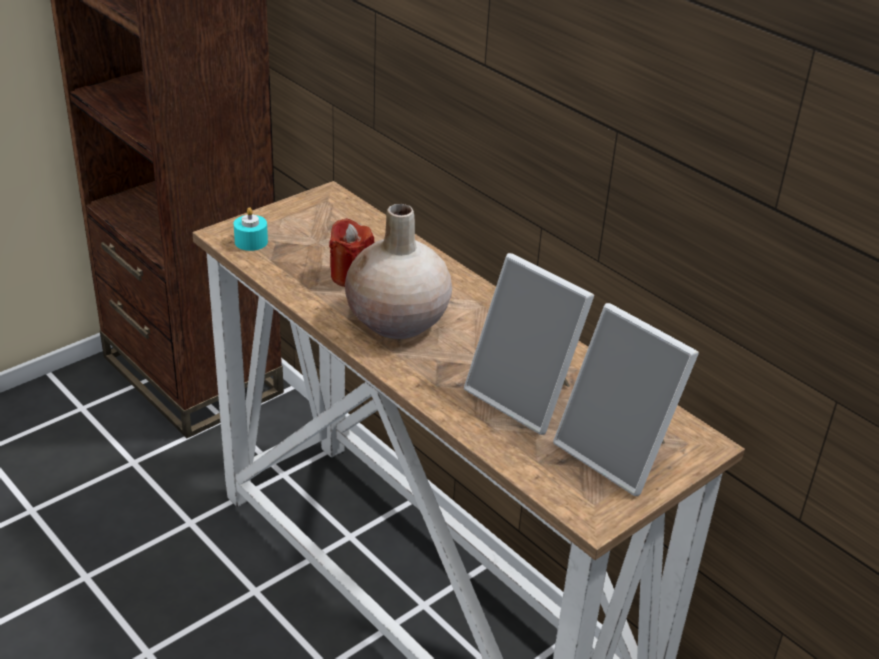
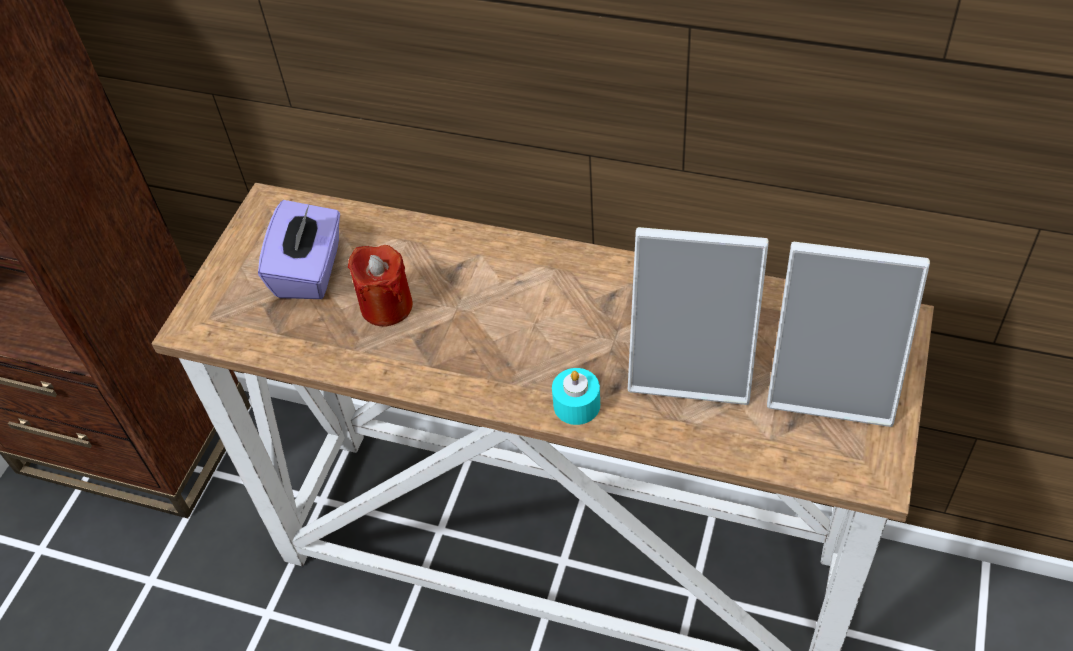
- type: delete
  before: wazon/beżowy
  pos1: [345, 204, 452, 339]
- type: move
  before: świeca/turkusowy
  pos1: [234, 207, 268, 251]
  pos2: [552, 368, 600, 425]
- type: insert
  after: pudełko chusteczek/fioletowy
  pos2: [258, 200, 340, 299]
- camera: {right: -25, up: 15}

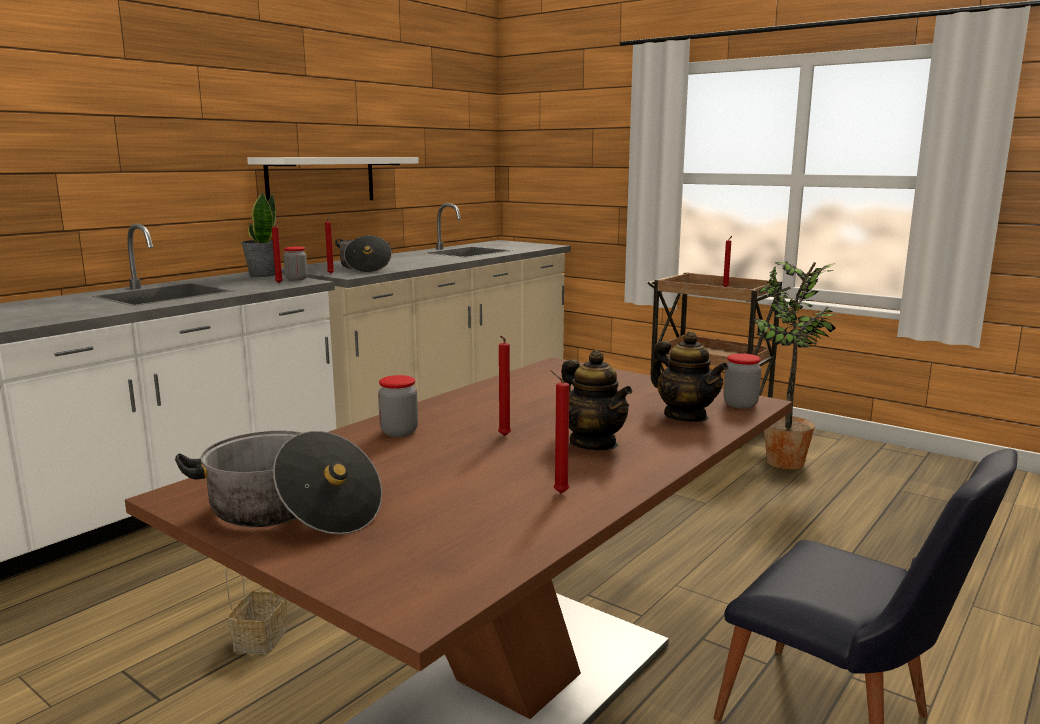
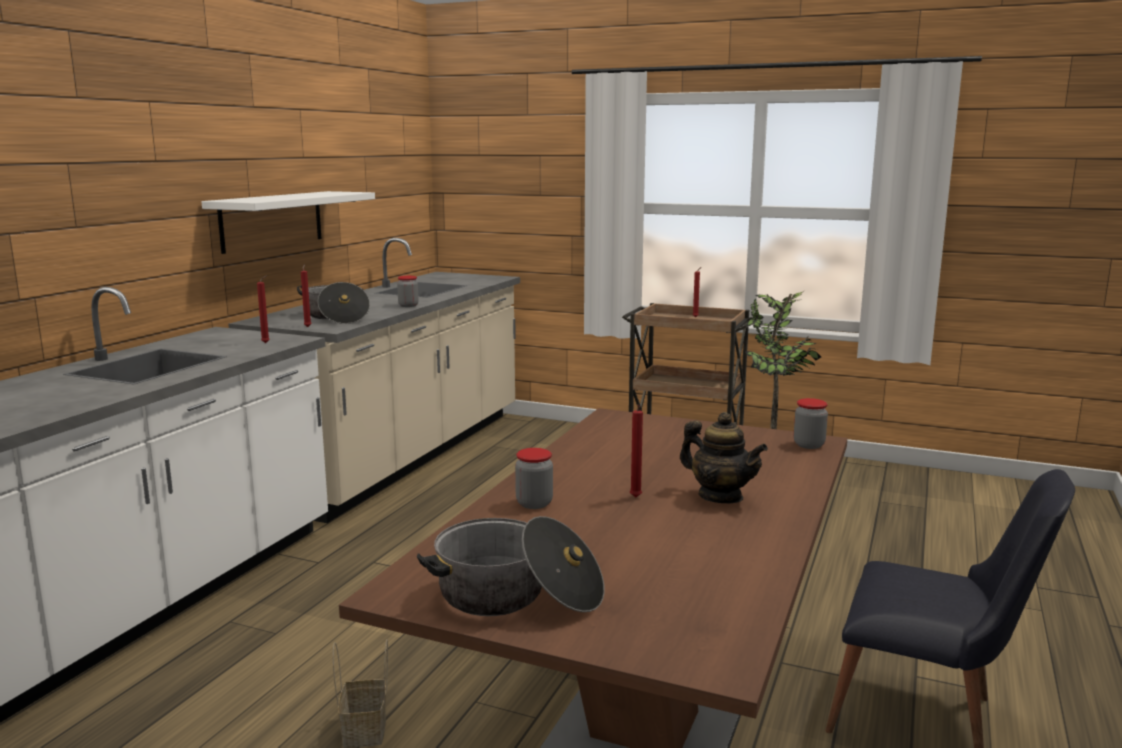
- type: delete
  before: roślina doniczkowa
  pos1: [241, 192, 280, 277]
- type: move
  before: słoik
  pos1: [283, 247, 308, 281]
  pos2: [397, 276, 419, 307]
- type: delete
  before: imbryk
  pos1: [651, 331, 728, 422]
- type: delete
  before: świeca/czerwony
  pos1: [550, 370, 570, 494]
- camera: {right: -15, up: 0}

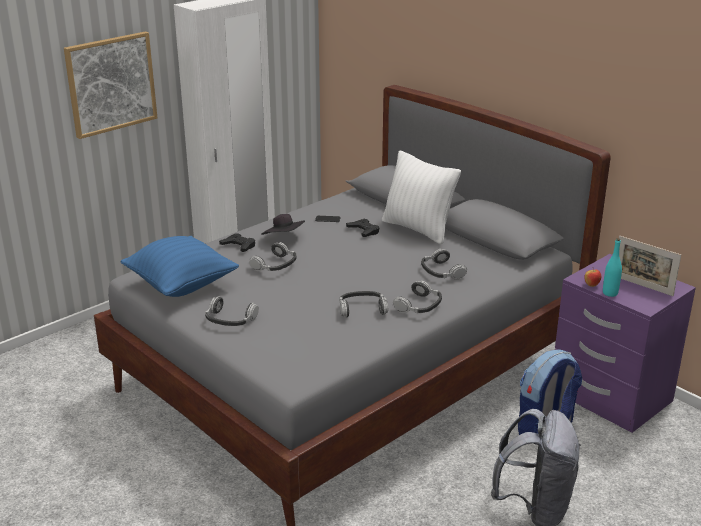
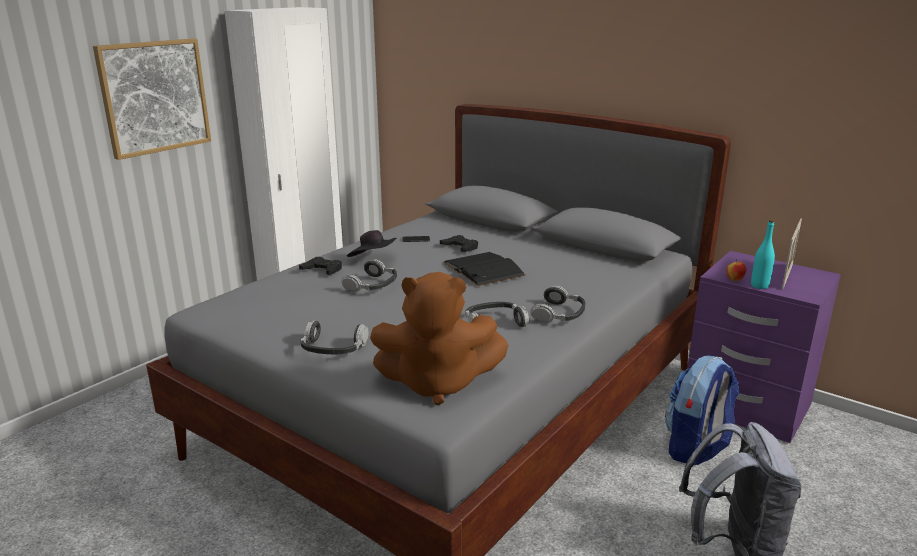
- type: delete
  before: poduszka/biały
  pos1: [382, 150, 461, 244]
- type: delete
  before: poduszka/niebieski
  pos1: [120, 236, 239, 297]
- type: rotate
  before: ramka na zdjęcie
  pos1: [619, 236, 681, 296]
  pos2: [782, 219, 802, 289]
  turn: -90
- type: delete
  before: słuchawki
  pos1: [421, 249, 467, 280]
- type: insert
  after: książka/czarny
  pos2: [443, 252, 526, 286]
- type: insert
  after: pluszak/brązowy
  pos2: [370, 272, 508, 405]
- camera: {right: -10, up: -5}

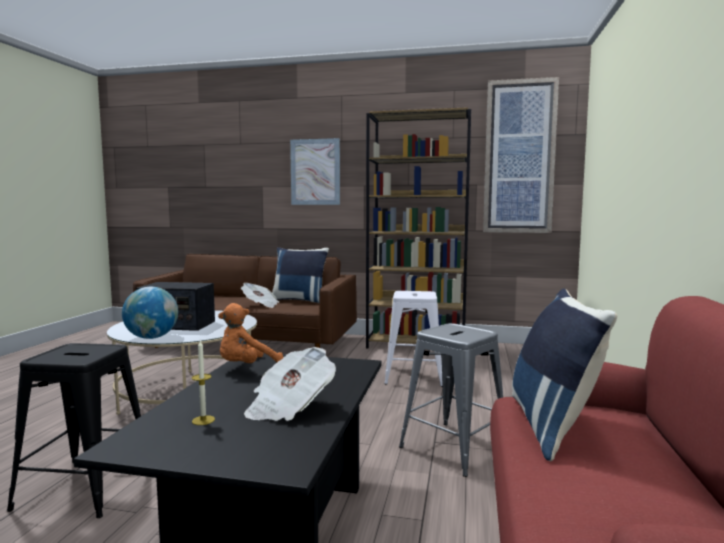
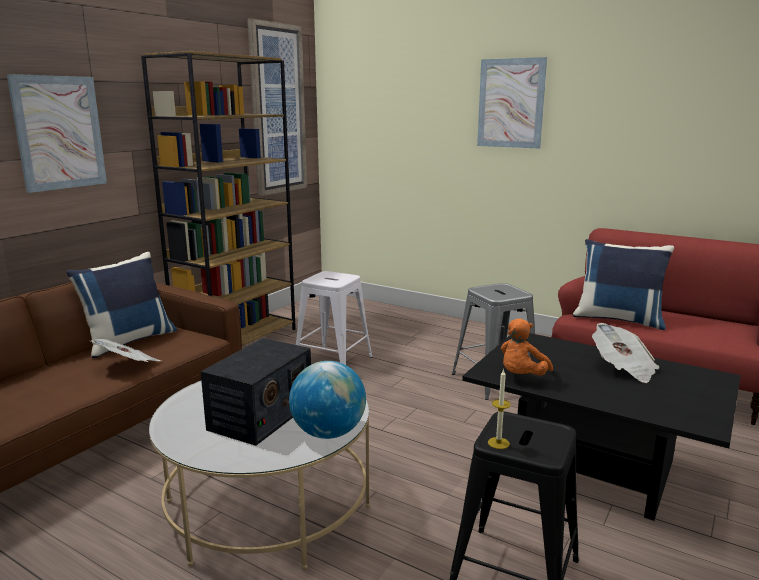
- type: rotate
  before: pluszak/pomarańczowy
  pos1: [218, 303, 283, 363]
  pos2: [501, 319, 553, 376]
  turn: 60
- type: move
  before: świeca
  pos1: [192, 341, 215, 425]
  pos2: [488, 369, 511, 449]
- type: insert
  after: obraz
  pos2: [477, 57, 547, 149]
- camera: {right: -70, up: 10}

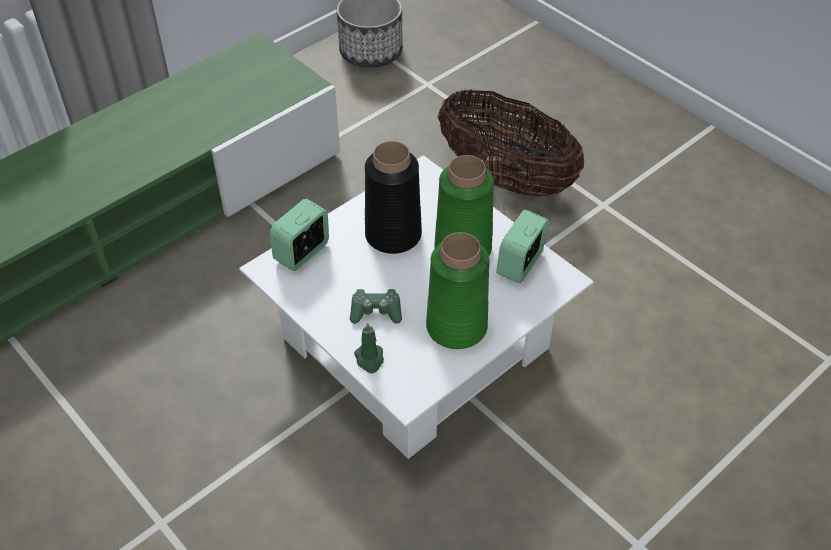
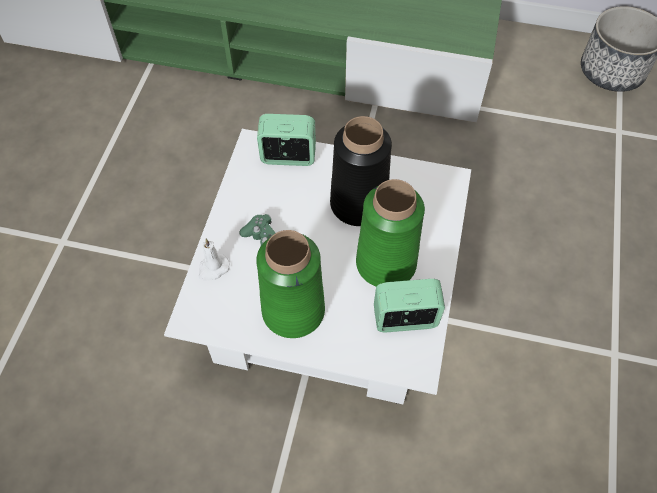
- type: delete
  before: koszyk
  pos1: [438, 89, 584, 197]
- type: recolor
  before: świeca/zielony
  after: świeca/biały
  pos1: [354, 322, 384, 373]
  pos2: [199, 239, 230, 281]
- camera: {right: 55, up: 10}

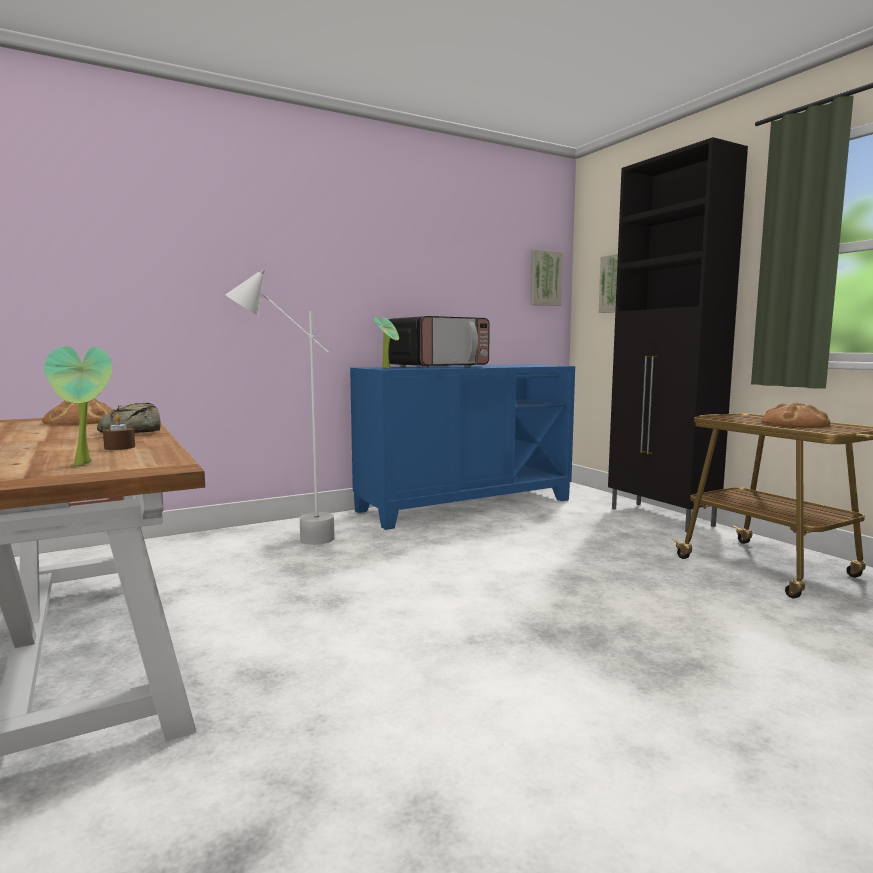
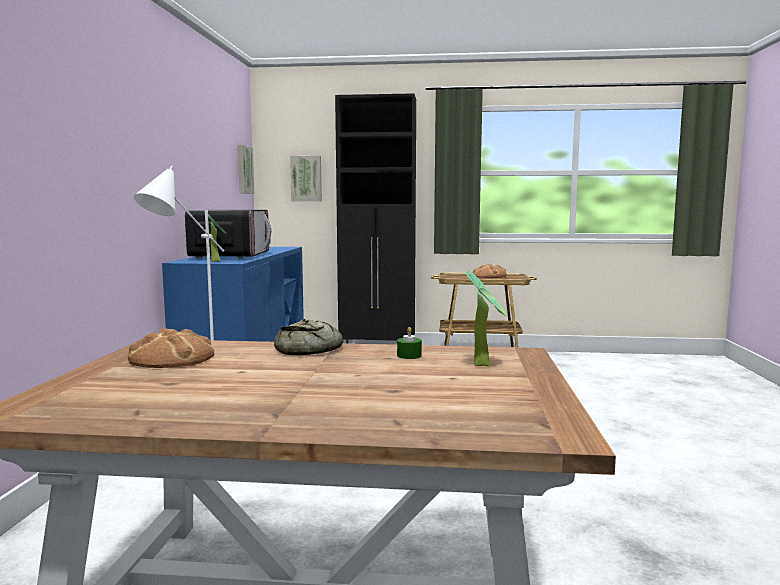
- type: recolor
  before: świeca/brązowy
  after: świeca/zielony
  pos1: [103, 414, 135, 450]
  pos2: [397, 327, 422, 359]
- camera: {right: -55, up: 0}

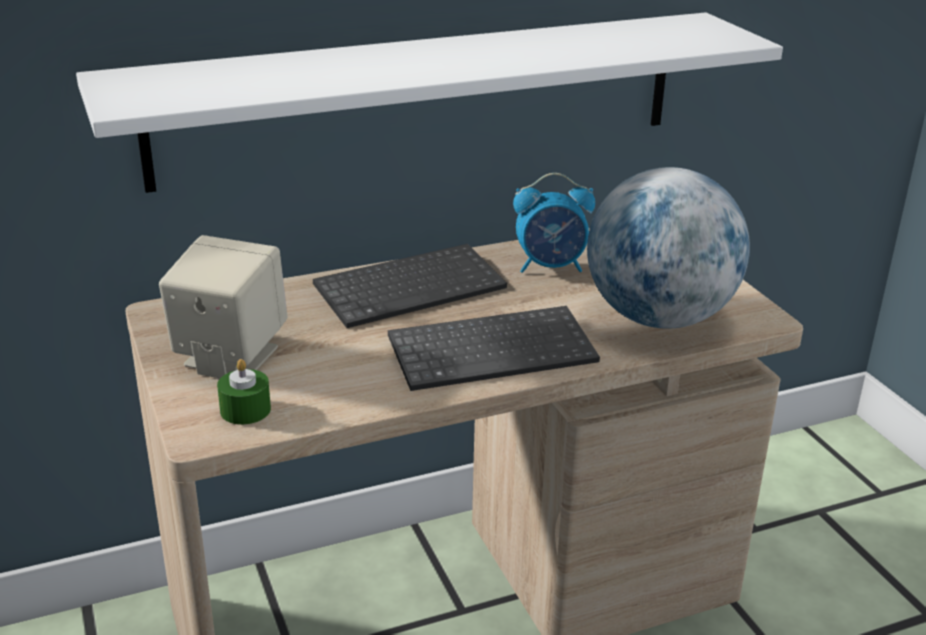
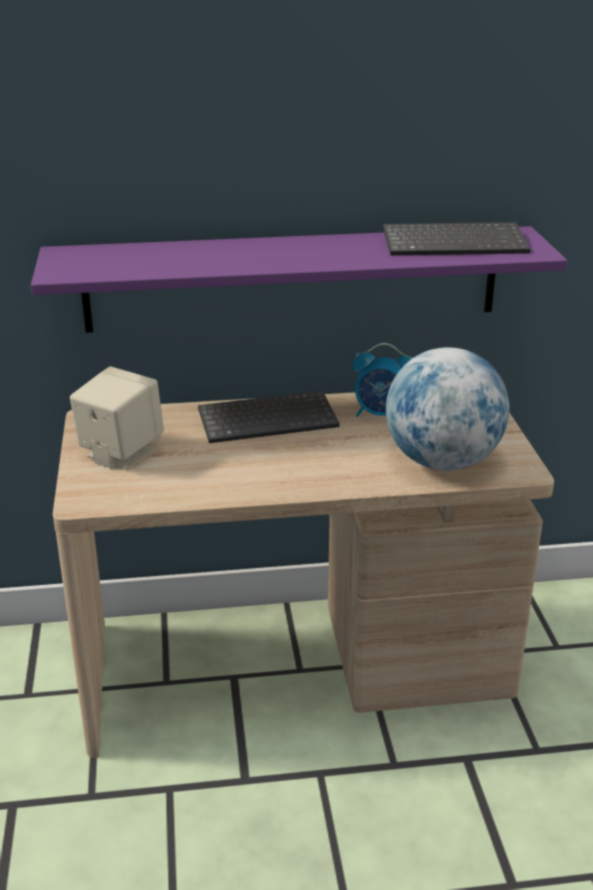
- type: recolor
  before: półka/biały
  after: półka/fioletowy
  pos1: [76, 12, 783, 193]
  pos2: [31, 226, 568, 333]
- type: move
  before: klawiatura
  pos1: [388, 306, 600, 391]
  pos2: [383, 222, 531, 255]
- type: delete
  before: świeca/zielony
  pos1: [217, 359, 271, 425]
- camera: {right: 15, up: 0}

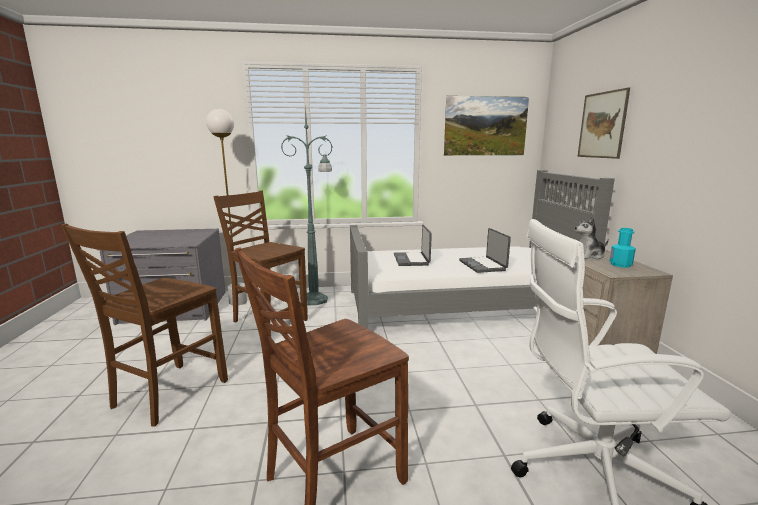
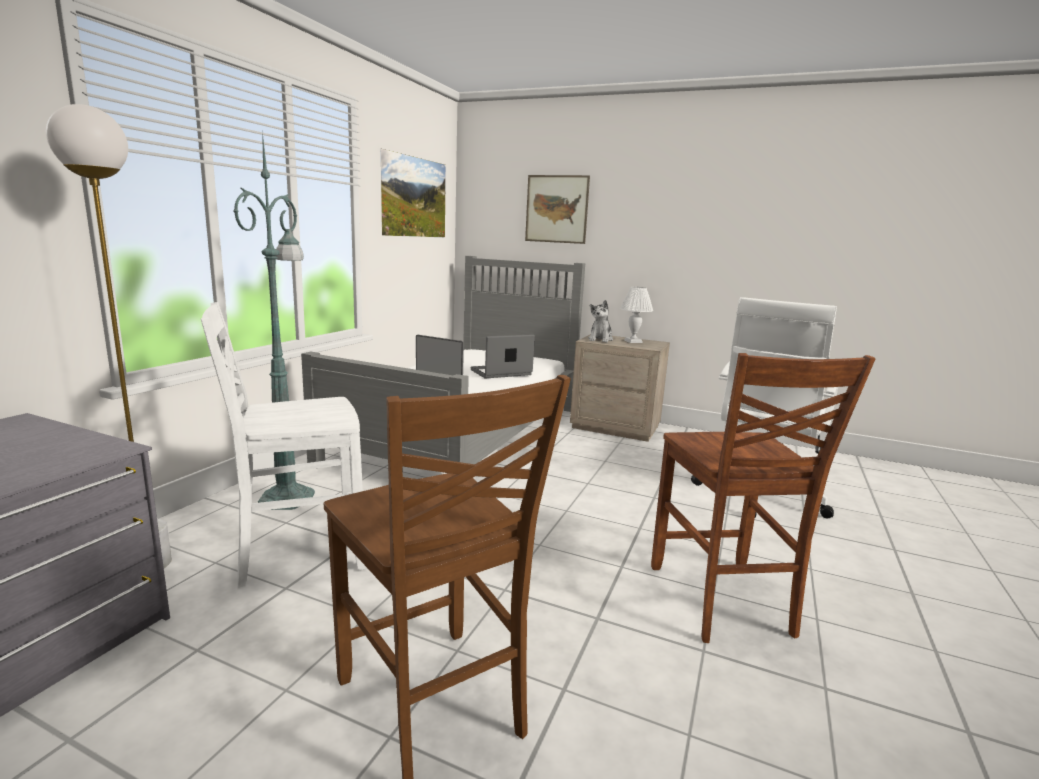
- type: recolor
  before: krzesło/brązowy
  after: krzesło/biały
  pos1: [213, 191, 308, 334]
  pos2: [201, 302, 366, 588]
- type: rotate
  before: laptop
  pos1: [459, 228, 511, 273]
  pos2: [471, 334, 535, 378]
  turn: 135
- type: replace
  before: butelka/turkusowy
  after: lampa stołowa/biały
  pos1: [610, 228, 636, 268]
  pos2: [620, 287, 653, 343]
- camera: {right: -60, up: 0}

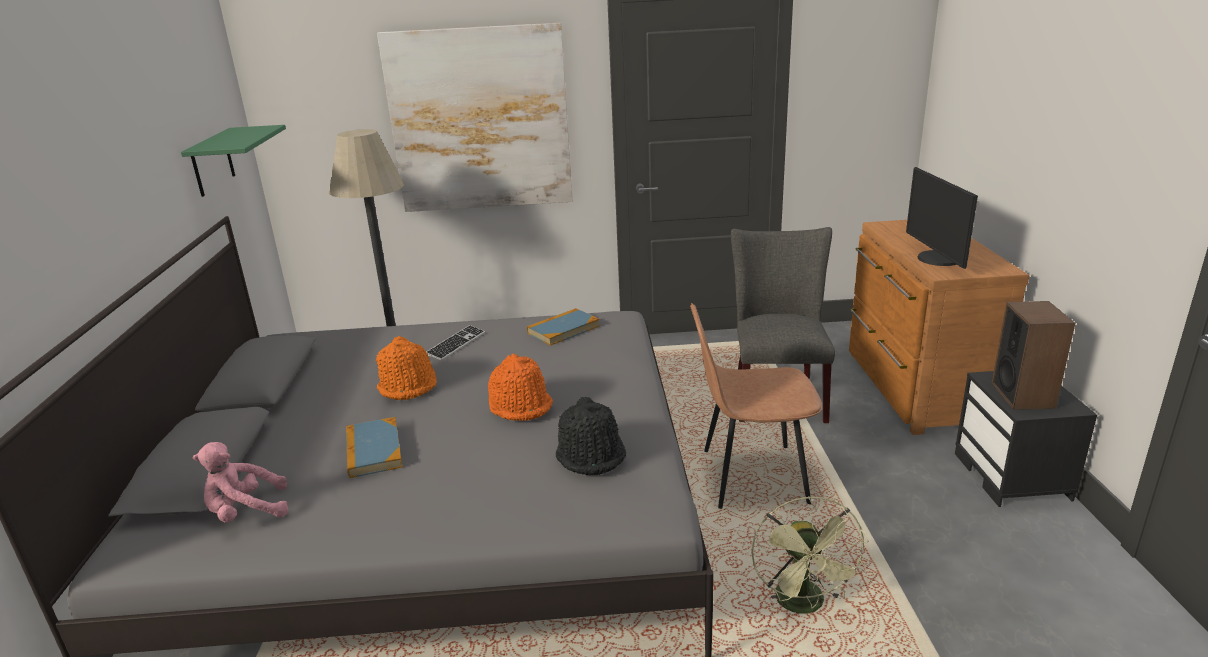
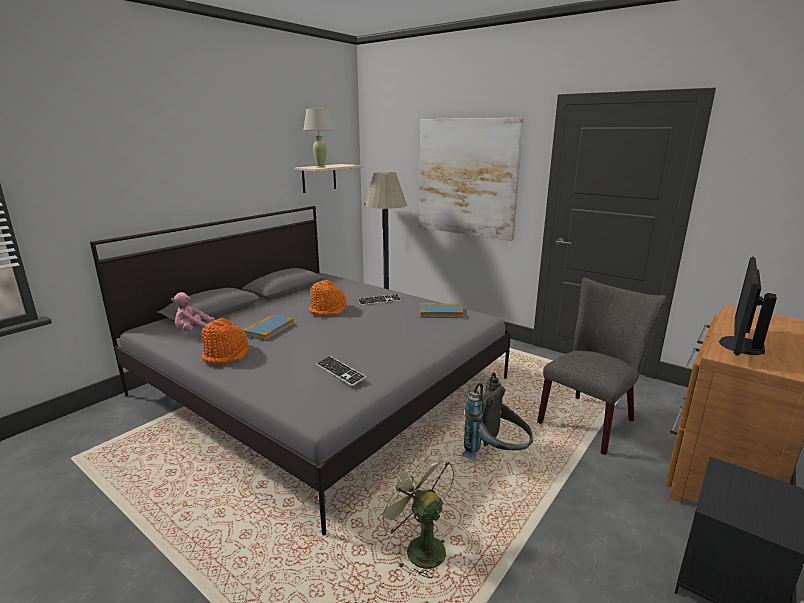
- type: recolor
  before: półka/zielony
  after: półka/beżowy
  pos1: [181, 125, 286, 197]
  pos2: [294, 164, 362, 193]
- type: delete
  before: głośnik
  pos1: [992, 301, 1075, 409]
- type: replace
  before: krzesło/brązowy
  after: plecak/szary
  pos1: [690, 303, 822, 509]
  pos2: [462, 373, 533, 461]
- type: move
  before: kapelusz/pomarańczowy
  pos1: [488, 354, 553, 421]
  pos2: [201, 318, 249, 365]
- type: replace
  before: kapelusz/czarny
  after: klawiatura
  pos1: [556, 397, 626, 475]
  pos2: [316, 356, 366, 386]
- type: rotate
  before: pluszak/różowy
  pos1: [193, 442, 289, 523]
  pos2: [171, 292, 215, 332]
  turn: -45
- type: rotate
  before: wentylator/zielony
  pos1: [751, 496, 868, 614]
  pos2: [375, 451, 455, 578]
  turn: 105
- type: insert
  after: lampa stołowa/beżowy
  pos2: [303, 109, 334, 167]
- camera: {right: 40, up: -5}

